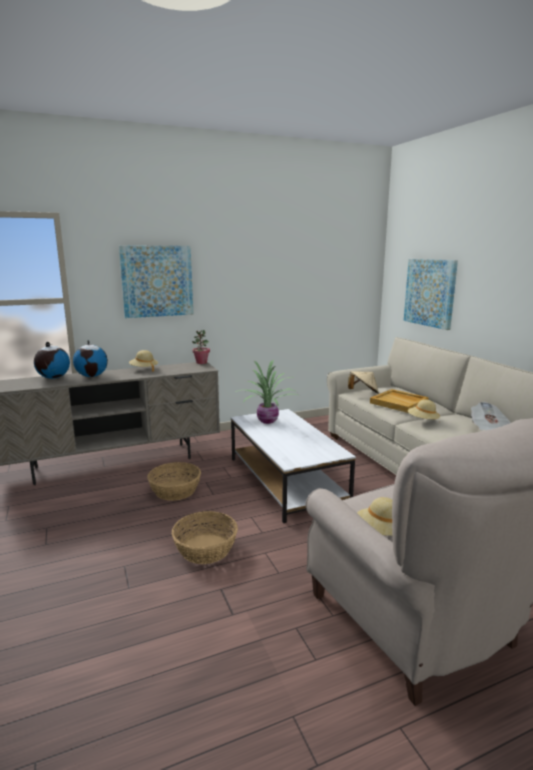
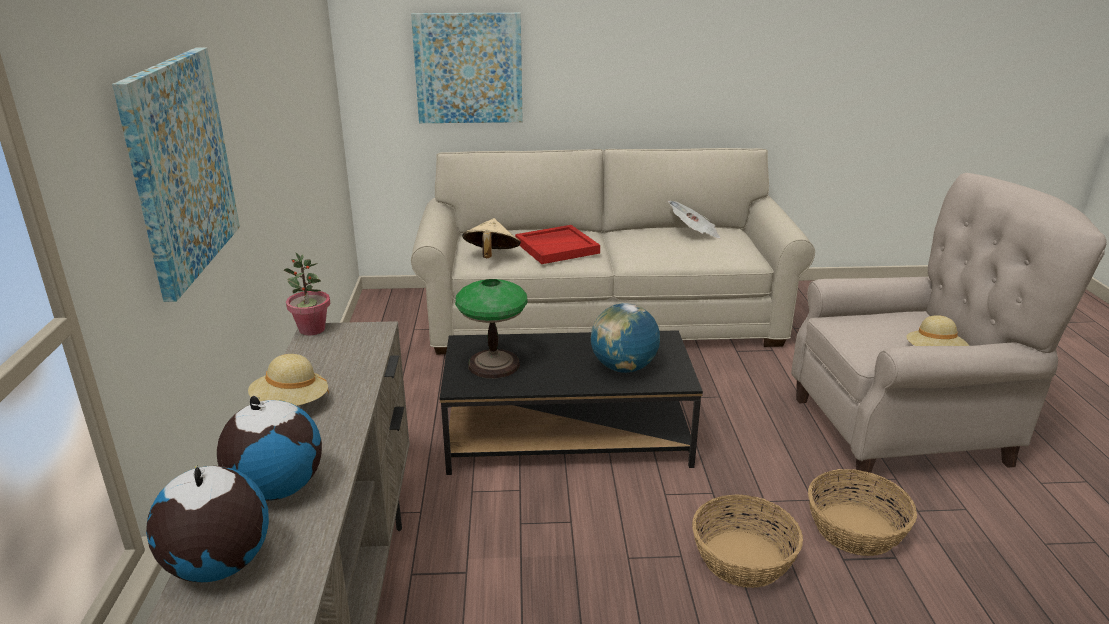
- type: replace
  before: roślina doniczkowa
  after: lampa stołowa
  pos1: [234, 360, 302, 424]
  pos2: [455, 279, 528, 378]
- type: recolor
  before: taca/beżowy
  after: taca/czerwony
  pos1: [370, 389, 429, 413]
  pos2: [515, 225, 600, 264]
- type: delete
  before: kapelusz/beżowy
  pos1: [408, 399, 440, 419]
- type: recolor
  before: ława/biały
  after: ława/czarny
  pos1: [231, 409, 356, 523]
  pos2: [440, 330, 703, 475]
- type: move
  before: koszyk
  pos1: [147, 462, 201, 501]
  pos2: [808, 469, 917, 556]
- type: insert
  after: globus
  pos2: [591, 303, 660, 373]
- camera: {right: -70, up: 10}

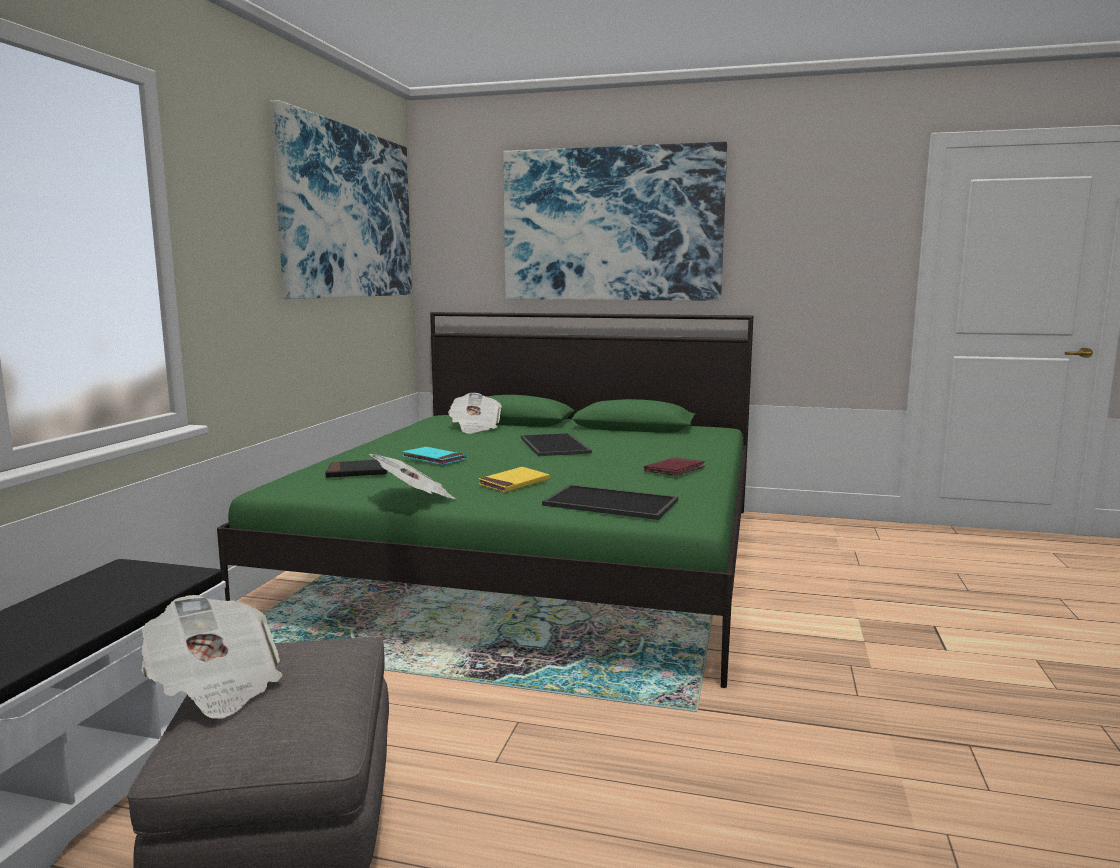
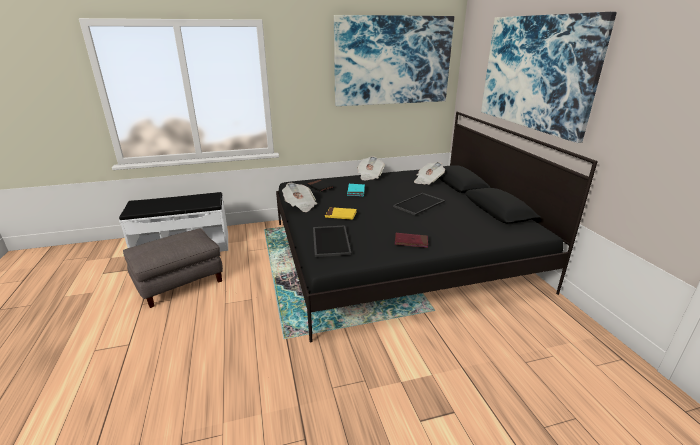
- type: recolor
  before: łóżko/zielony
  after: łóżko/czarny
  pos1: [217, 312, 753, 688]
  pos2: [276, 112, 598, 342]
- type: move
  before: gazeta
  pos1: [141, 595, 282, 719]
  pos2: [357, 156, 385, 180]
- camera: {right: 60, up: 15}

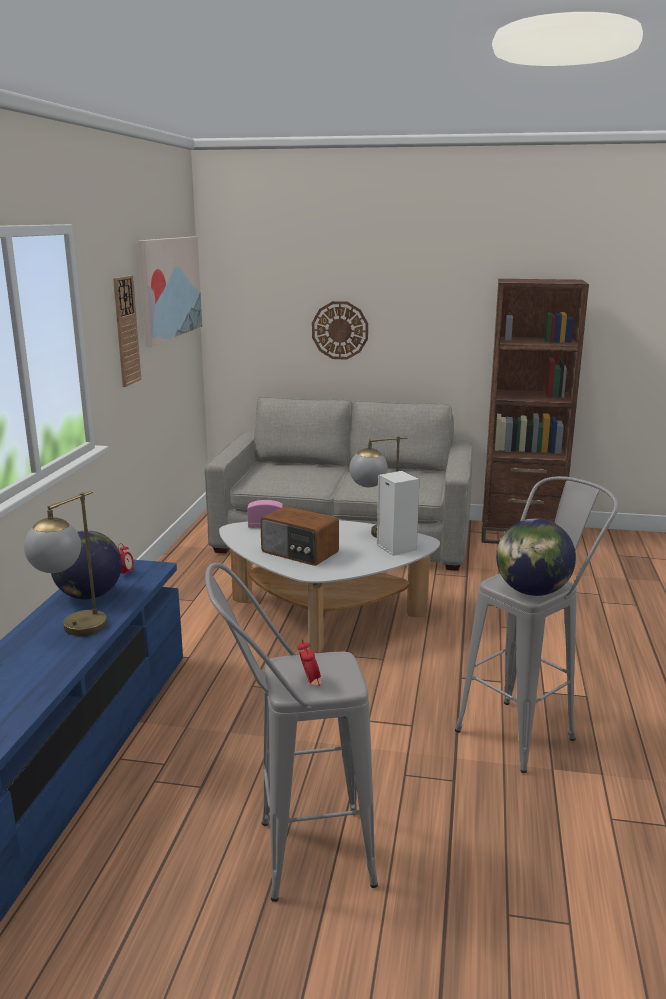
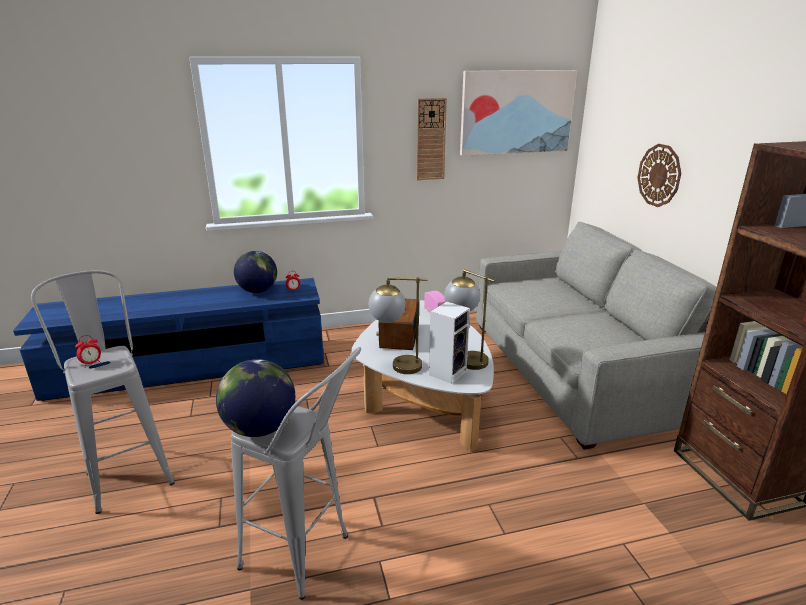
- type: move
  before: lampa stołowa
  pos1: [24, 491, 107, 636]
  pos2: [369, 277, 428, 374]
- camera: {right: 65, up: 5}

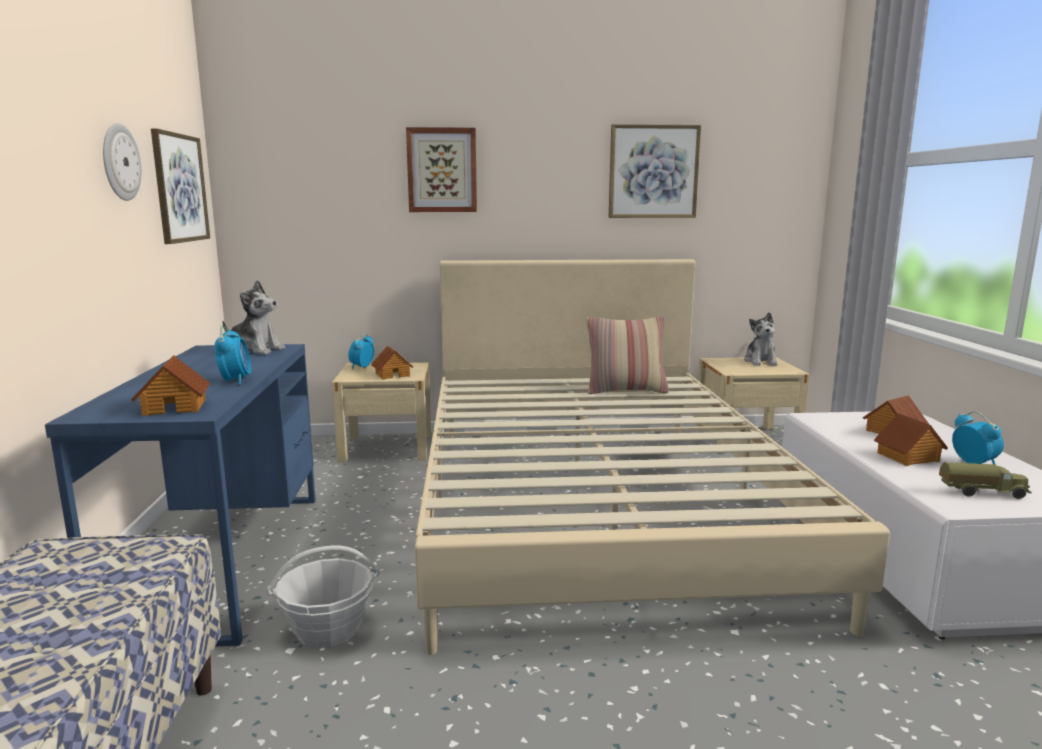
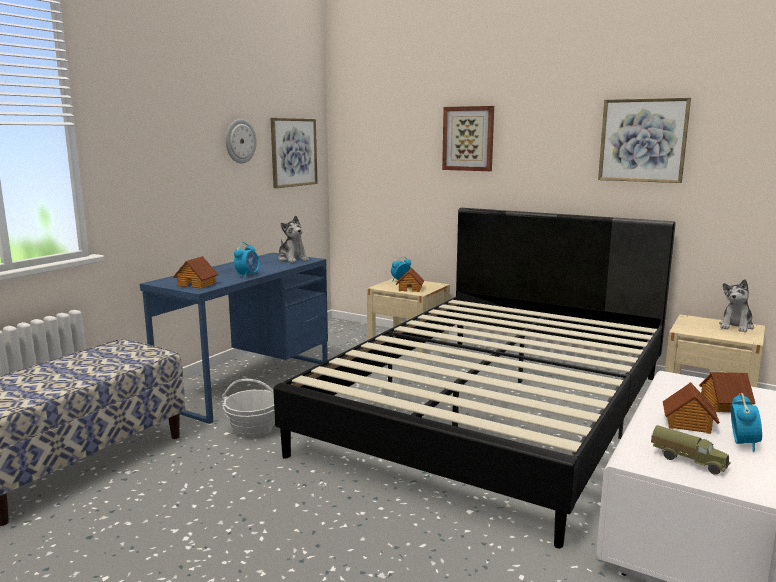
- type: recolor
  before: łóżko/beżowy
  after: łóżko/czarny
  pos1: [415, 259, 890, 655]
  pos2: [273, 208, 676, 548]
- type: delete
  before: poduszka
  pos1: [586, 316, 669, 394]
- camera: {right: 35, up: 0}

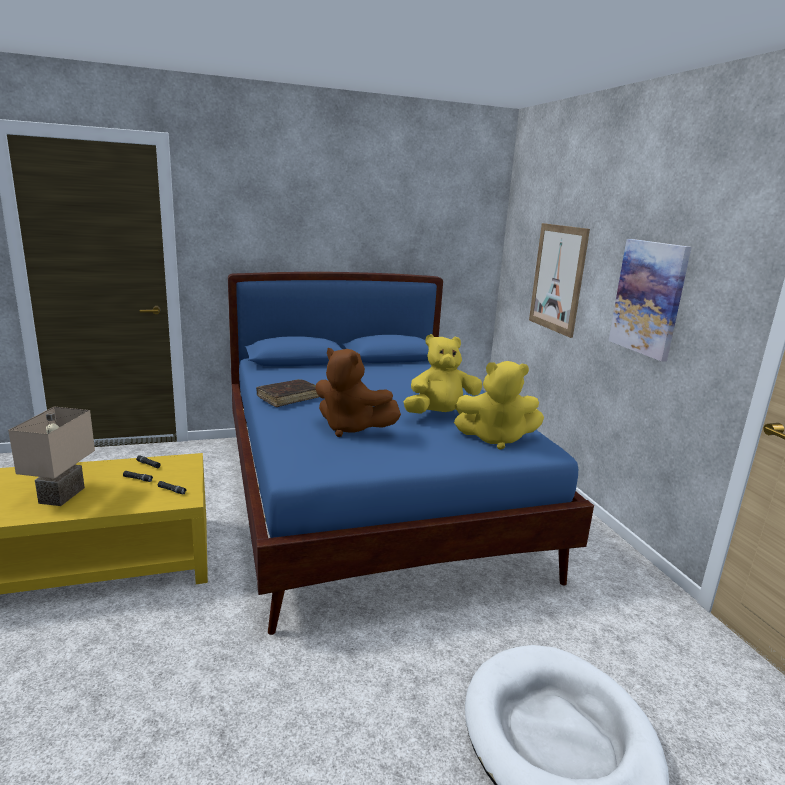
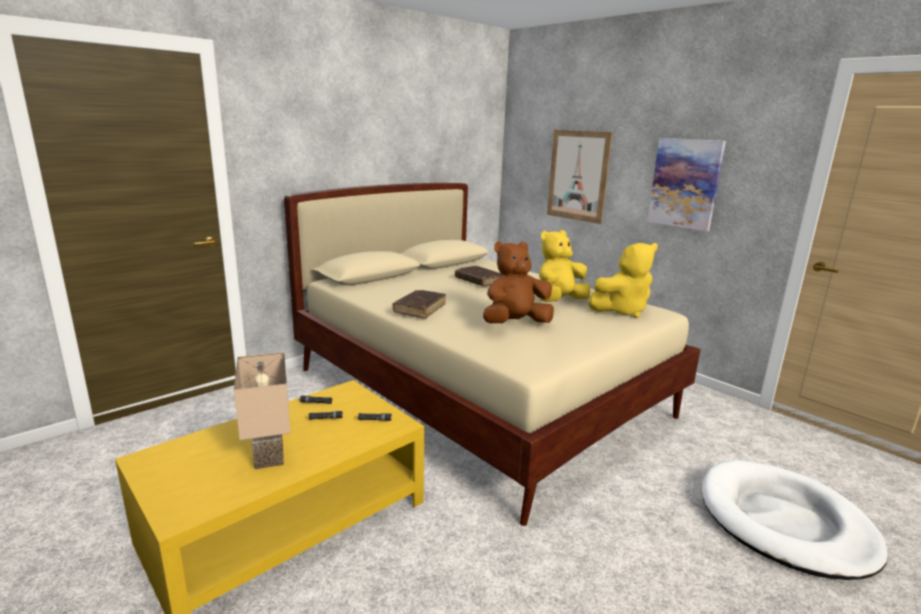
- type: recolor
  before: łóżko/niebieski
  after: łóżko/beżowy
  pos1: [228, 272, 594, 635]
  pos2: [284, 183, 701, 526]
- type: rotate
  before: pluszak/brązowy
  pos1: [315, 348, 401, 437]
  pos2: [483, 241, 554, 323]
  turn: 150
- type: insert
  after: książka/brązowy
  pos2: [455, 266, 501, 286]
- camera: {right: -25, up: 0}

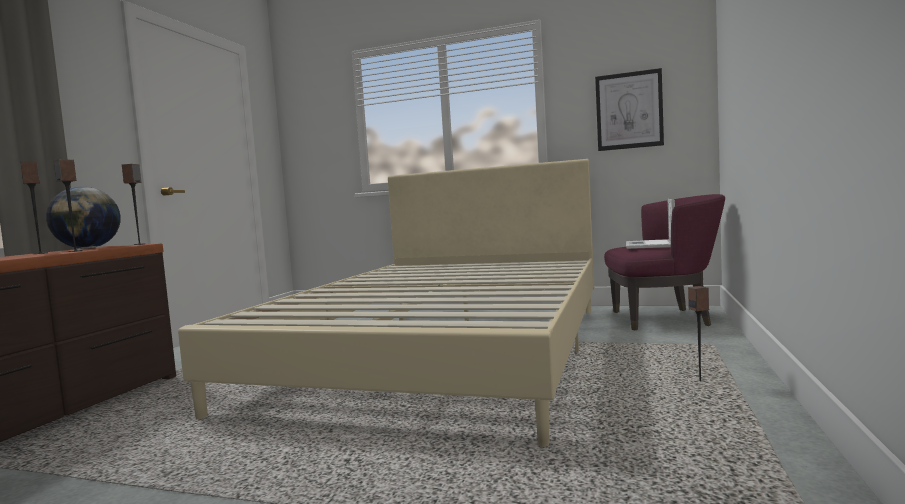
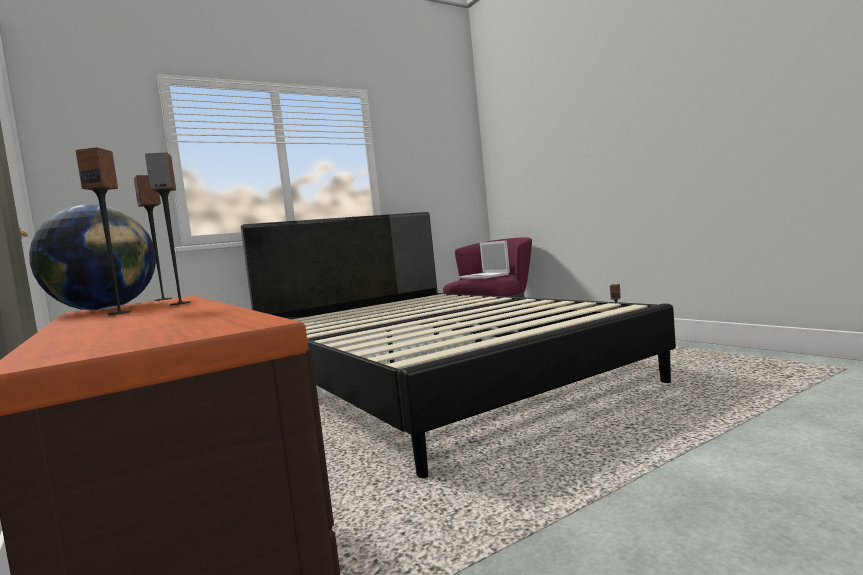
- type: delete
  before: obraz
  pos1: [595, 68, 664, 151]
- type: recolor
  before: łóżko/beżowy
  after: łóżko/czarny
  pos1: [178, 159, 594, 447]
  pos2: [241, 212, 676, 478]
- camera: {right: -50, up: 0}

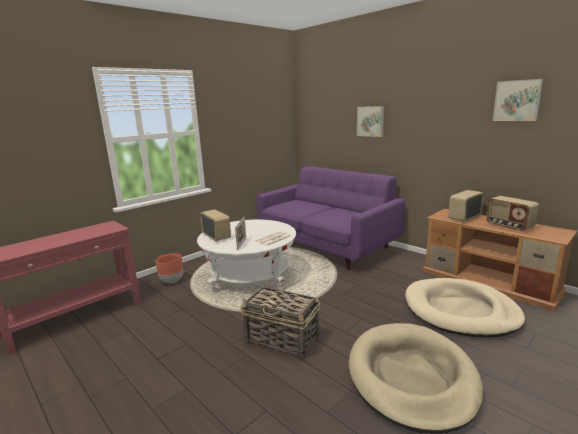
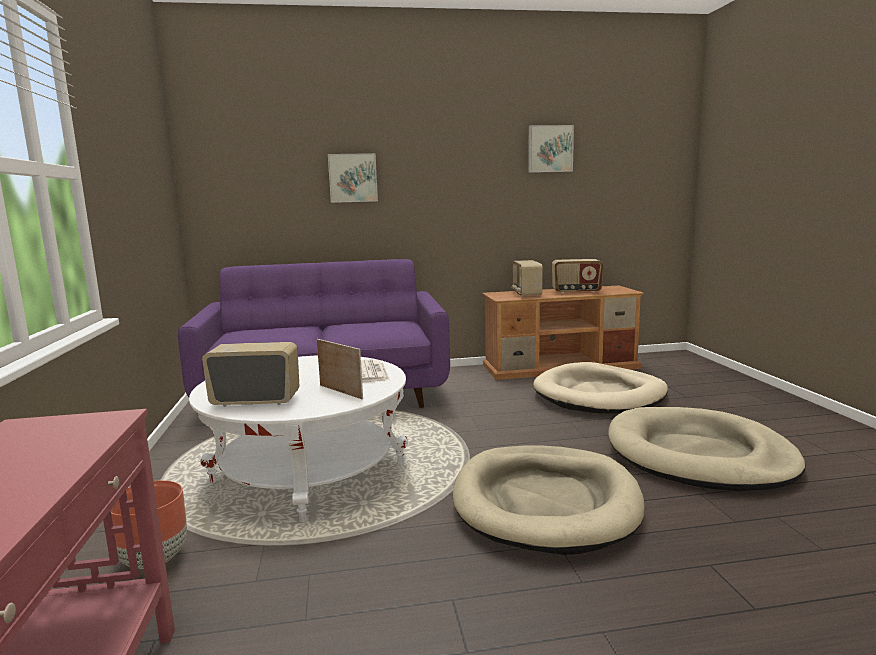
- type: replace
  before: koszyk
  after: legowisko/beżowy
  pos1: [240, 286, 320, 359]
  pos2: [453, 445, 645, 555]
- camera: {right: -55, up: -5}

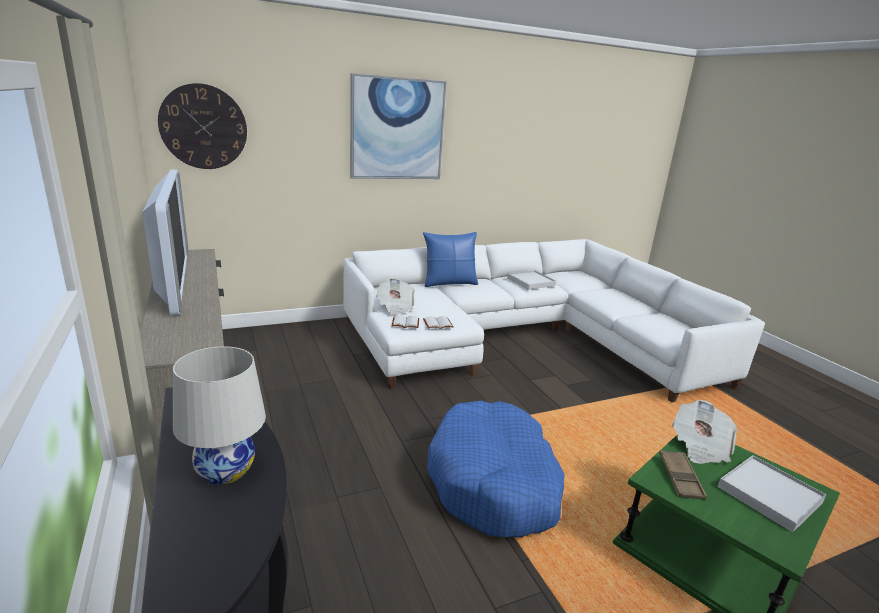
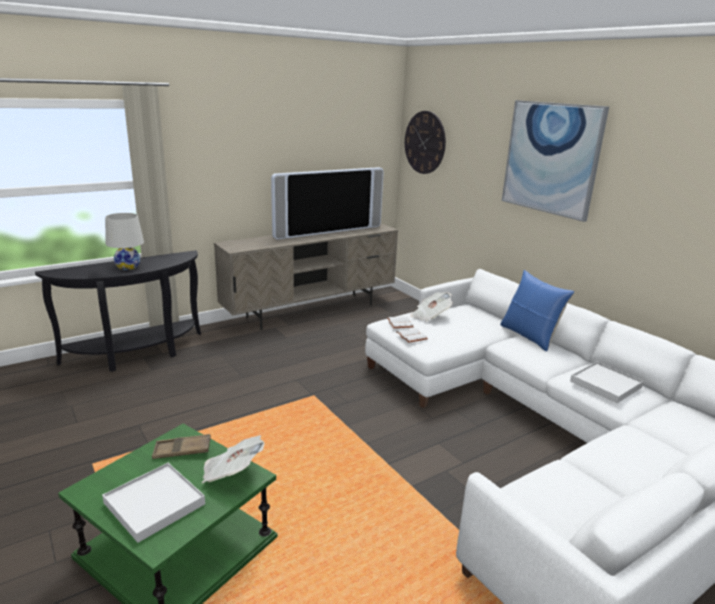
- type: delete
  before: legowisko/niebieski
  pos1: [427, 401, 565, 537]
- camera: {right: 80, up: 0}

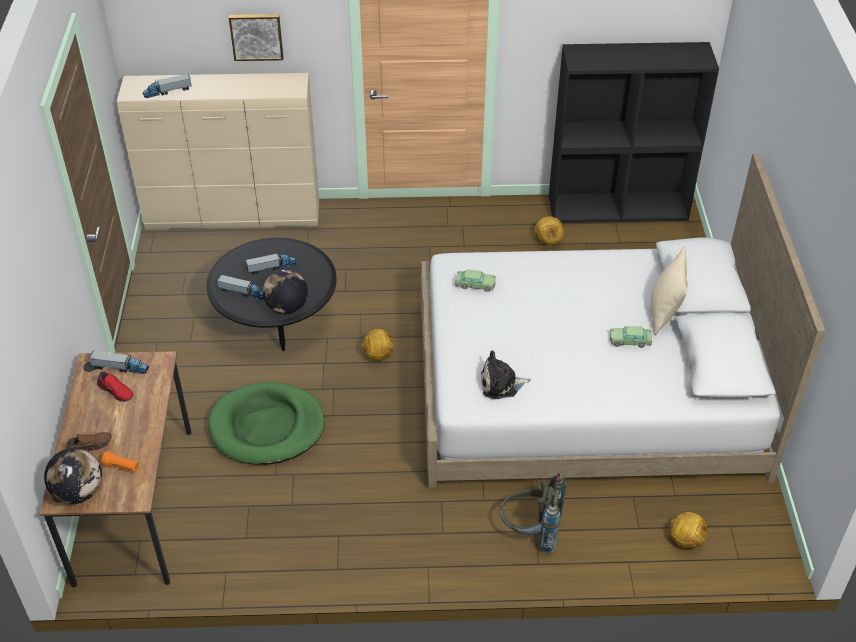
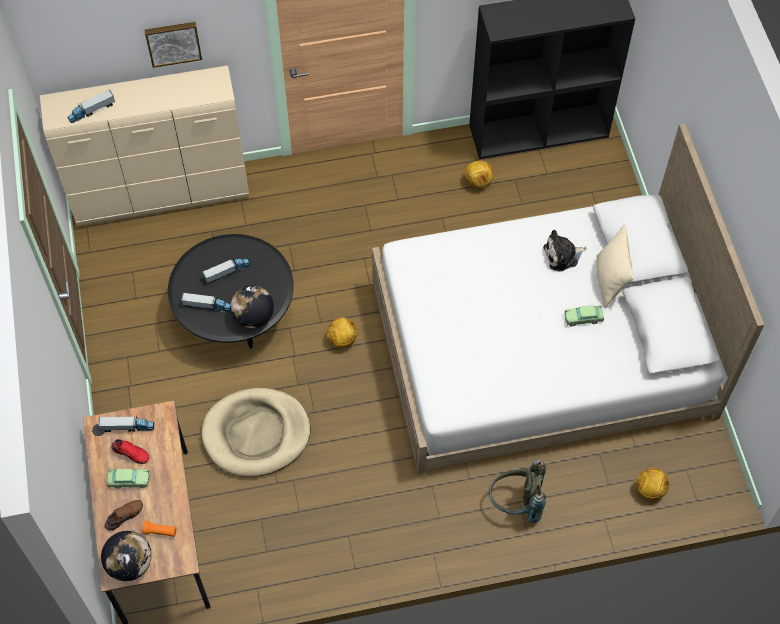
- type: move
  before: samochodzik
  pos1: [455, 269, 496, 292]
  pos2: [107, 468, 150, 488]
- type: move
  before: pluszak
  pos1: [481, 350, 531, 399]
  pos2: [543, 230, 587, 271]
- type: recolor
  before: legowisko/zielony
  after: legowisko/beżowy
  pos1: [208, 382, 325, 465]
  pos2: [201, 388, 310, 477]
- camera: {right: -10, up: 15}

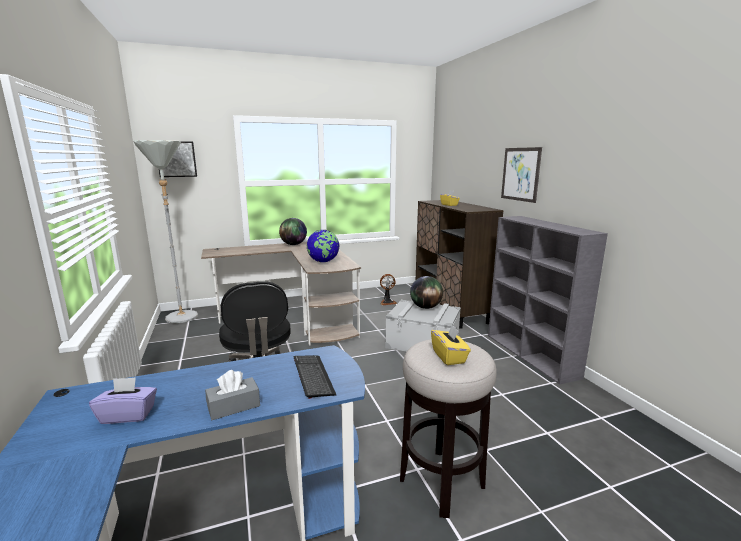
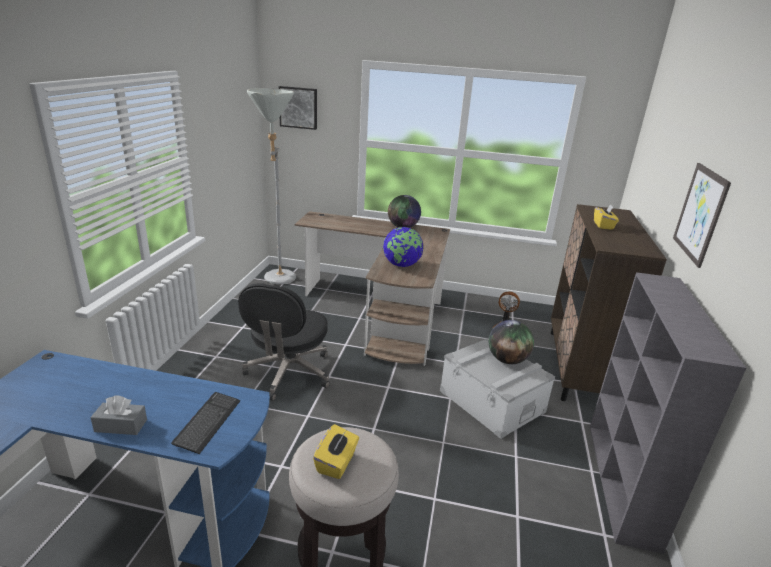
- type: delete
  before: pudełko chusteczek/fioletowy
  pos1: [89, 377, 157, 424]
- camera: {right: 30, up: 10}

